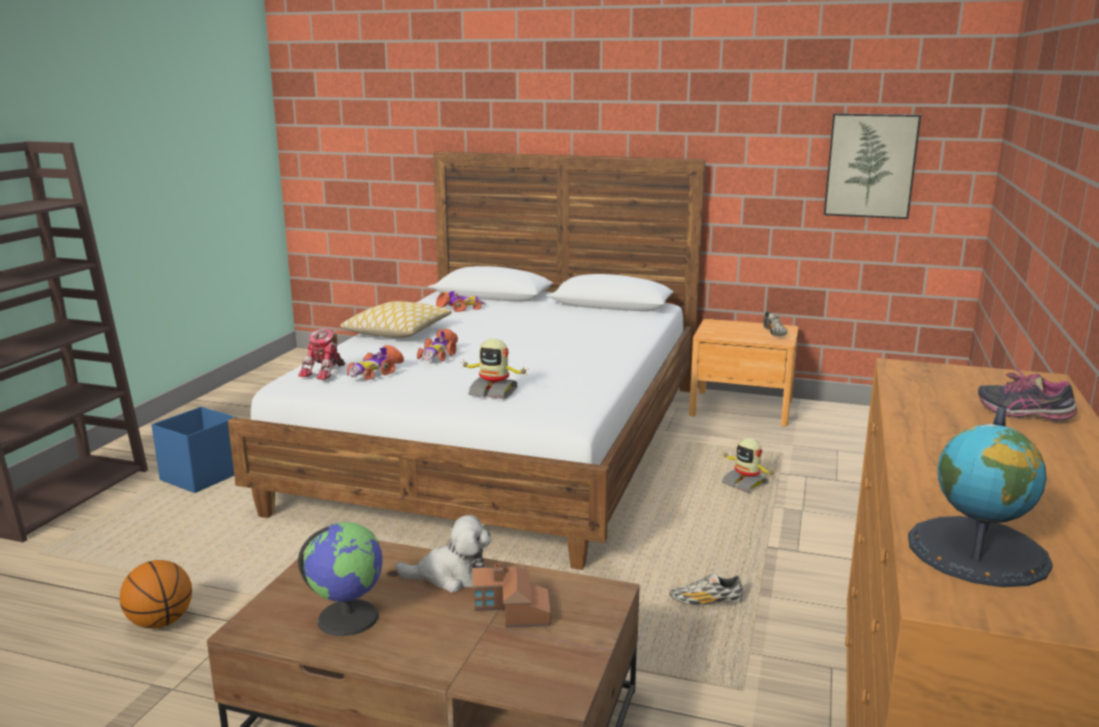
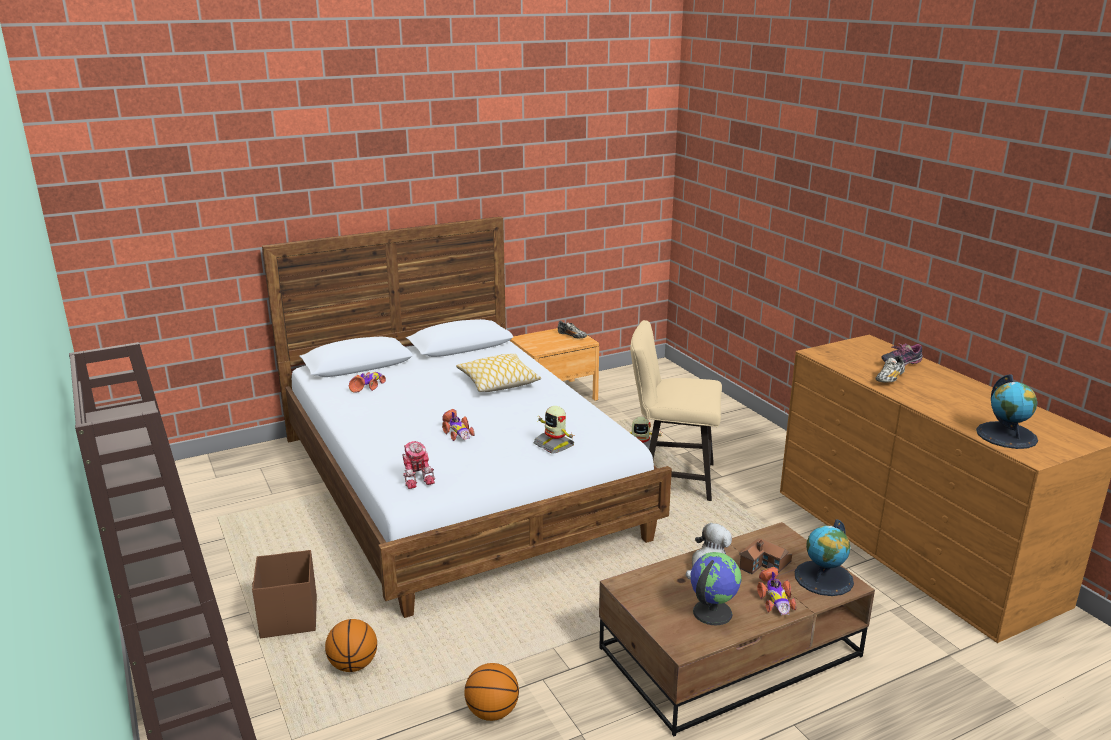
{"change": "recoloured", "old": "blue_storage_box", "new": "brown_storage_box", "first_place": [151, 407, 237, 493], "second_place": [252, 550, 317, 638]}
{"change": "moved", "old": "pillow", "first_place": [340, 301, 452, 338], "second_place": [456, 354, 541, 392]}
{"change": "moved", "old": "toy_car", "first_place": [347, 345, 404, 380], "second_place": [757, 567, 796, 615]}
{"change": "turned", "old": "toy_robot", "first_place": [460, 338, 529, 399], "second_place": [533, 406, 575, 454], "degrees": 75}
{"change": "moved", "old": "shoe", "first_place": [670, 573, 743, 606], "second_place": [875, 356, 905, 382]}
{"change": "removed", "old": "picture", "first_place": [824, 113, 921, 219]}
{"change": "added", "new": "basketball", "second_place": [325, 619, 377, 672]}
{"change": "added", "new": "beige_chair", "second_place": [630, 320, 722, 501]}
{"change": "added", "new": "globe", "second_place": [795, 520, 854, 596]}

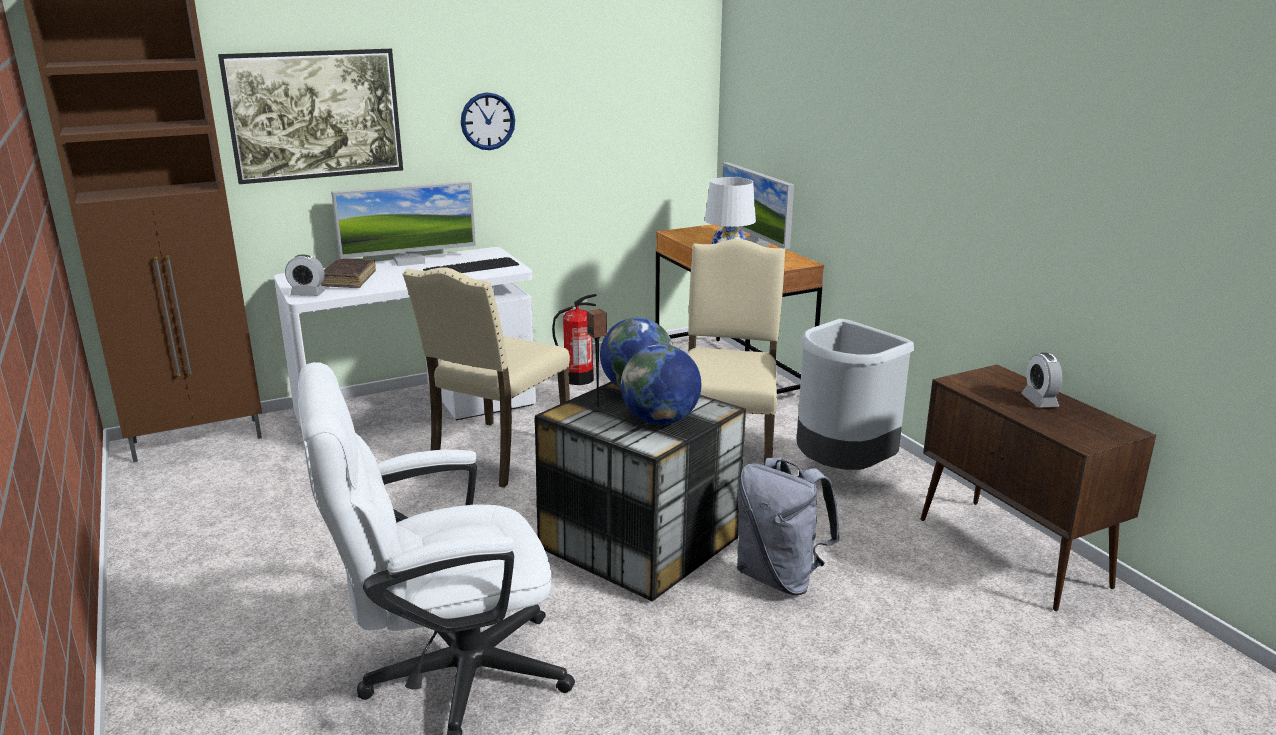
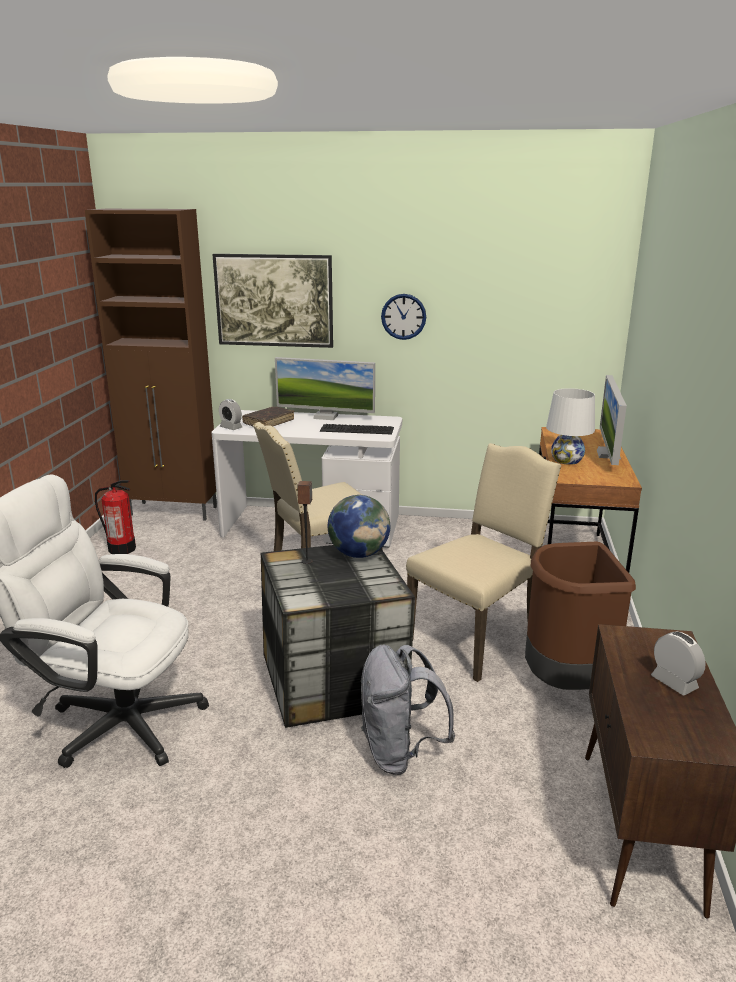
{"change": "moved", "old": "fire_extinguisher", "first_place": [552, 294, 596, 385], "second_place": [95, 480, 136, 554]}
{"change": "removed", "old": "globe", "first_place": [621, 344, 701, 425]}
{"change": "recoloured", "old": "grey_trash_can", "new": "brown_trash_can", "first_place": [797, 319, 914, 470], "second_place": [525, 542, 636, 690]}
{"change": "turned", "old": "alarm_clock", "first_place": [1021, 353, 1062, 408], "second_place": [651, 632, 706, 695], "degrees": 120}

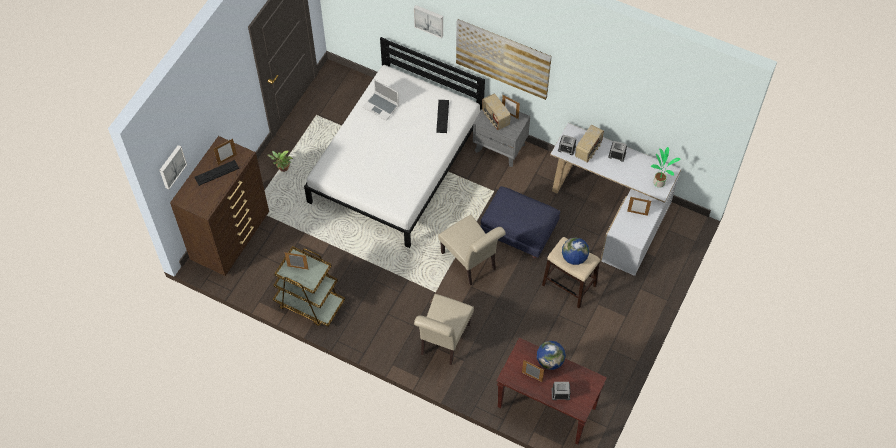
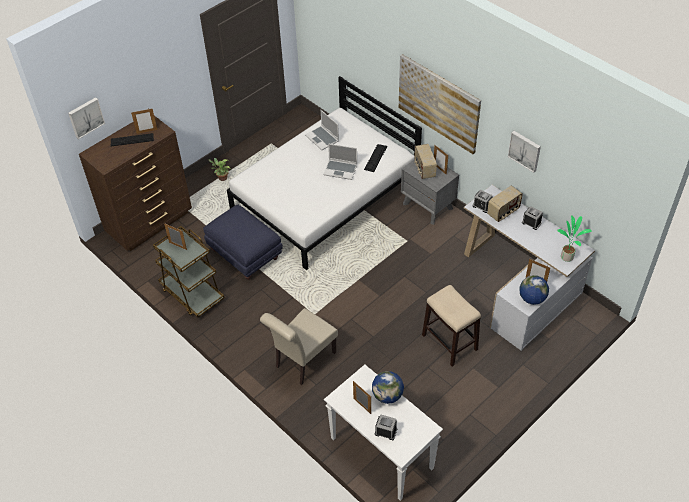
{"change": "moved", "old": "picture", "first_place": [414, 5, 443, 38], "second_place": [508, 131, 541, 173]}
{"change": "removed", "old": "beige_chair", "first_place": [438, 215, 506, 286]}
{"change": "moved", "old": "blue_ottoman", "first_place": [480, 186, 560, 259], "second_place": [203, 205, 283, 280]}
{"change": "recoloured", "old": "brown_console_table", "new": "white_console_table", "first_place": [496, 338, 607, 445], "second_place": [324, 365, 443, 501]}
{"change": "moved", "old": "globe", "first_place": [562, 237, 589, 265], "second_place": [519, 275, 549, 305]}
{"change": "added", "new": "laptop", "second_place": [323, 143, 357, 180]}

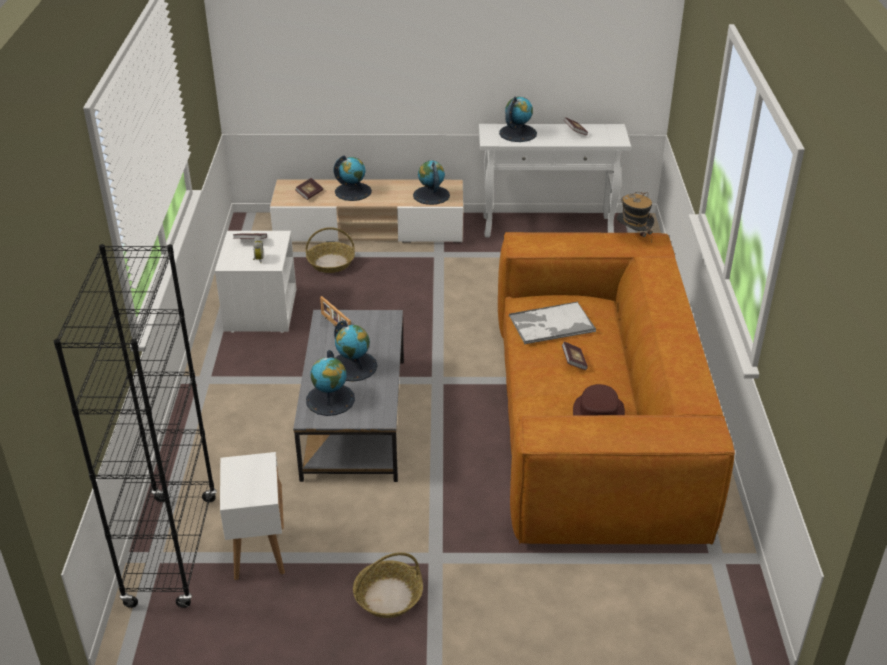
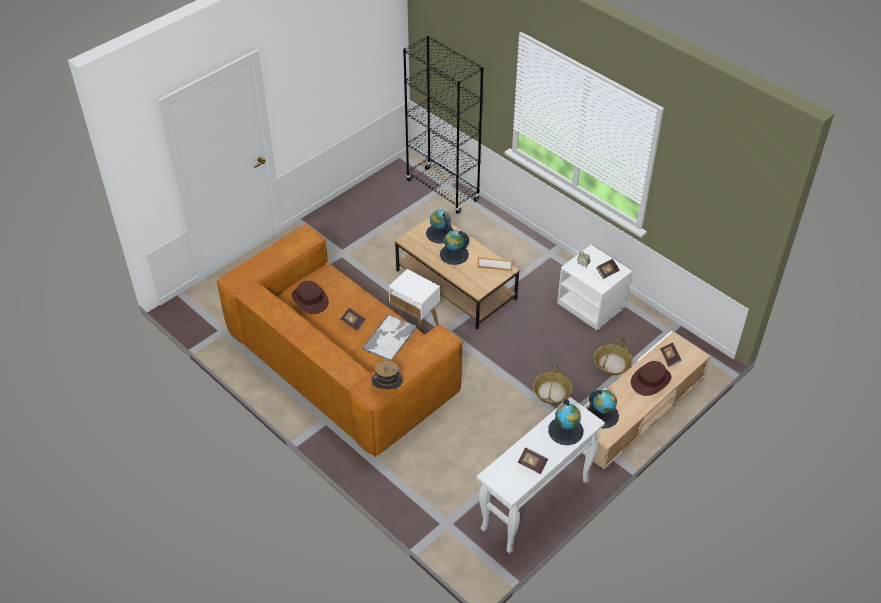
{"change": "moved", "old": "white_side_table", "first_place": [220, 452, 285, 580], "second_place": [388, 269, 440, 334]}
{"change": "recoloured", "old": "grey_coffee_table", "new": "brown_coffee_table", "first_place": [293, 310, 404, 482], "second_place": [395, 217, 520, 330]}
{"change": "replaced", "old": "globe", "new": "brown_hat", "first_place": [334, 155, 372, 201], "second_place": [631, 361, 671, 396]}
{"change": "moved", "old": "basket", "first_place": [353, 552, 423, 618], "second_place": [533, 364, 572, 404]}

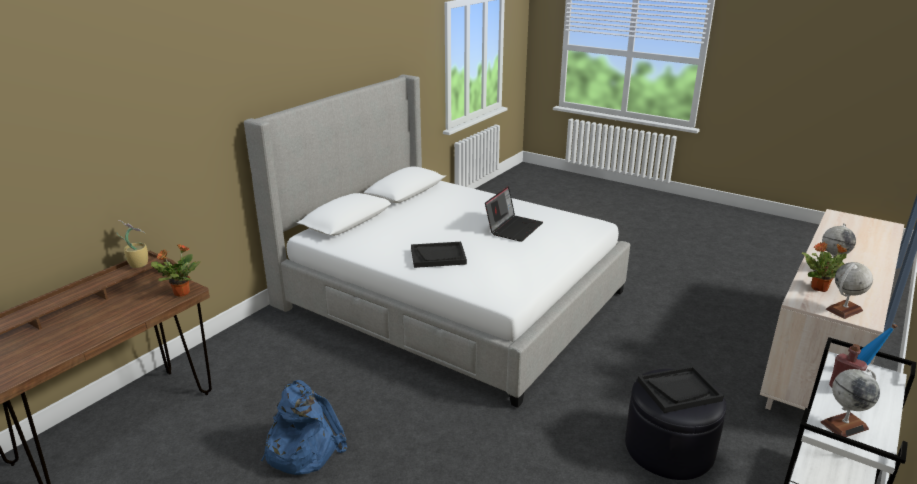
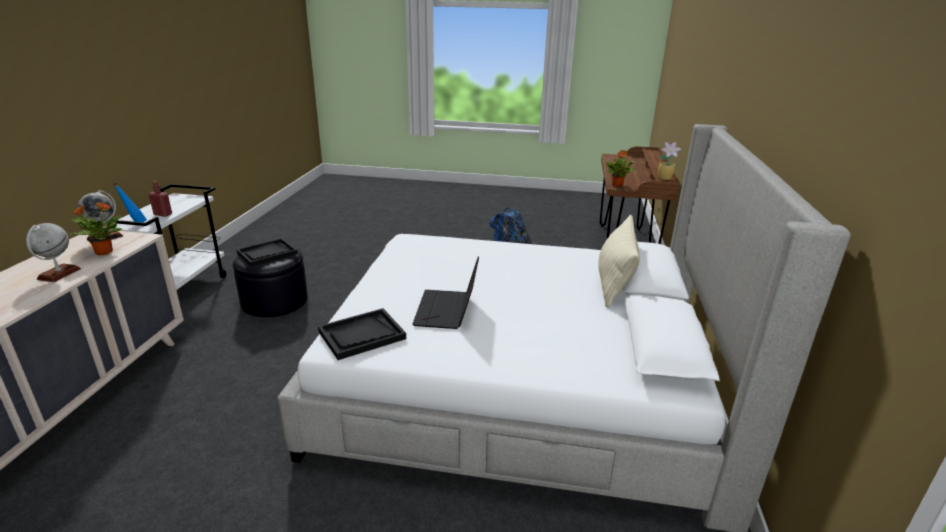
{"change": "moved", "old": "black_tray", "first_place": [411, 242, 467, 268], "second_place": [318, 308, 406, 360]}
{"change": "removed", "old": "globe", "first_place": [821, 369, 880, 437]}
{"change": "added", "new": "beige_pillow", "second_place": [598, 215, 640, 308]}

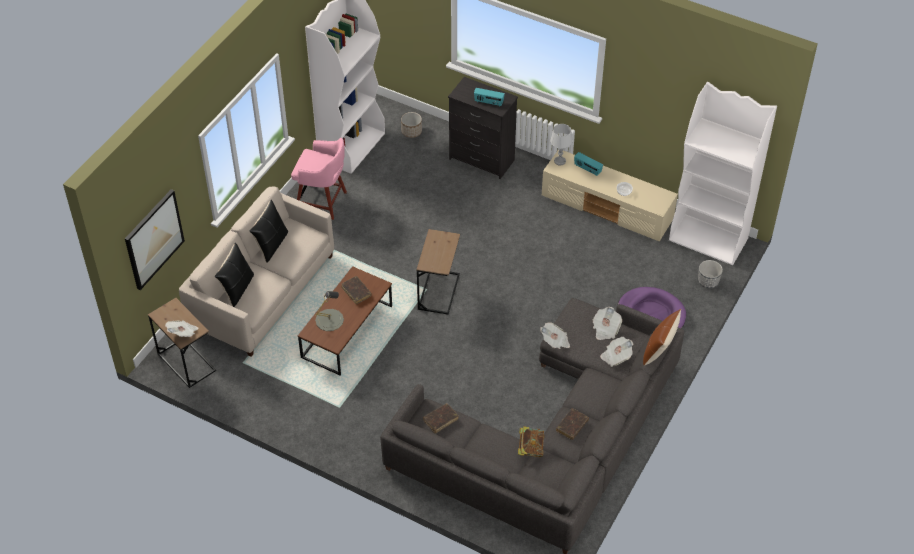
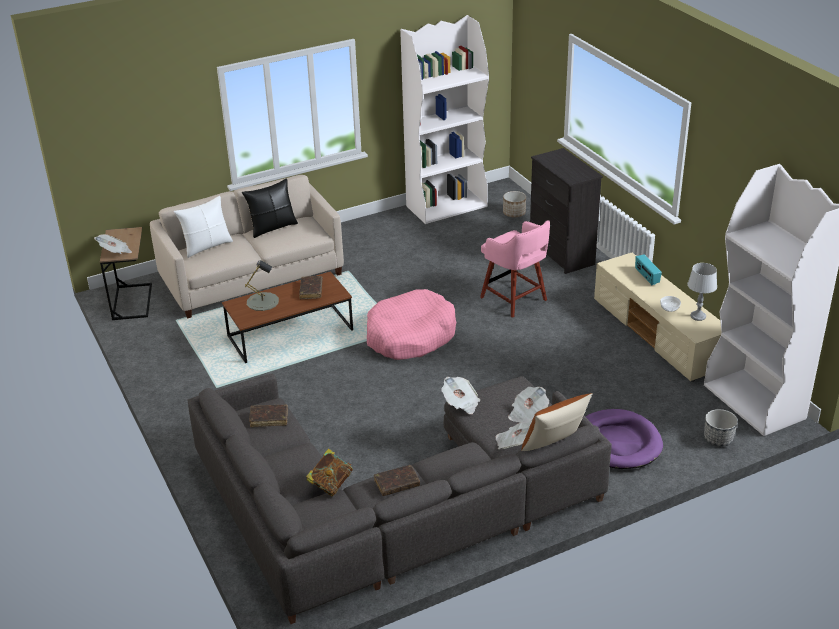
{"change": "removed", "old": "picture", "first_place": [125, 189, 185, 290]}
{"change": "recoloured", "old": "black_pillow", "new": "white_pillow", "first_place": [215, 243, 254, 307], "second_place": [174, 196, 233, 258]}
{"change": "moved", "old": "pink_stool", "first_place": [291, 138, 347, 220], "second_place": [480, 220, 550, 318]}
{"change": "replaced", "old": "brown_side_table", "new": "pink_dog_bed", "first_place": [416, 229, 460, 315], "second_place": [367, 289, 456, 360]}
{"change": "removed", "old": "radio", "first_place": [474, 88, 505, 106]}
{"change": "moved", "old": "grey_table_lamp", "first_place": [550, 124, 573, 166], "second_place": [688, 263, 717, 321]}

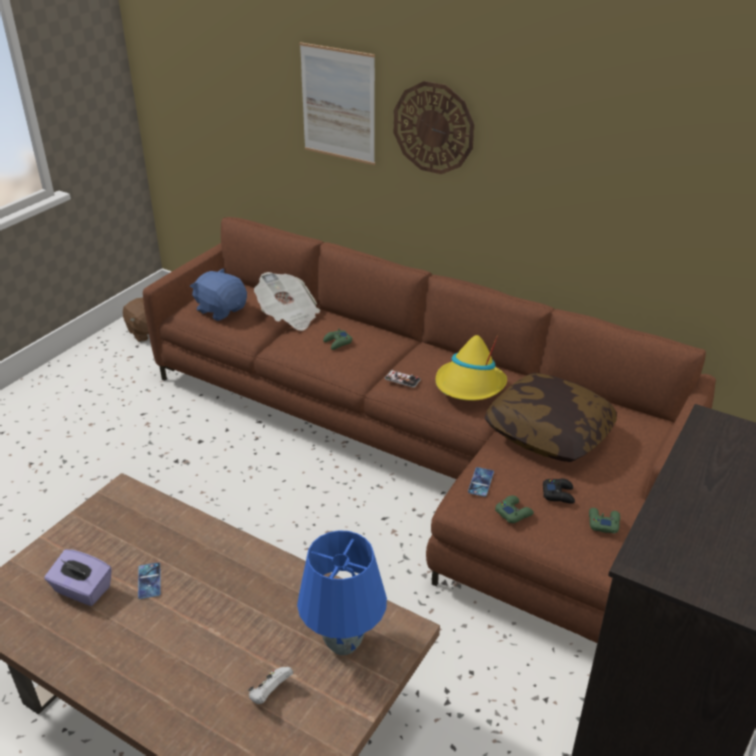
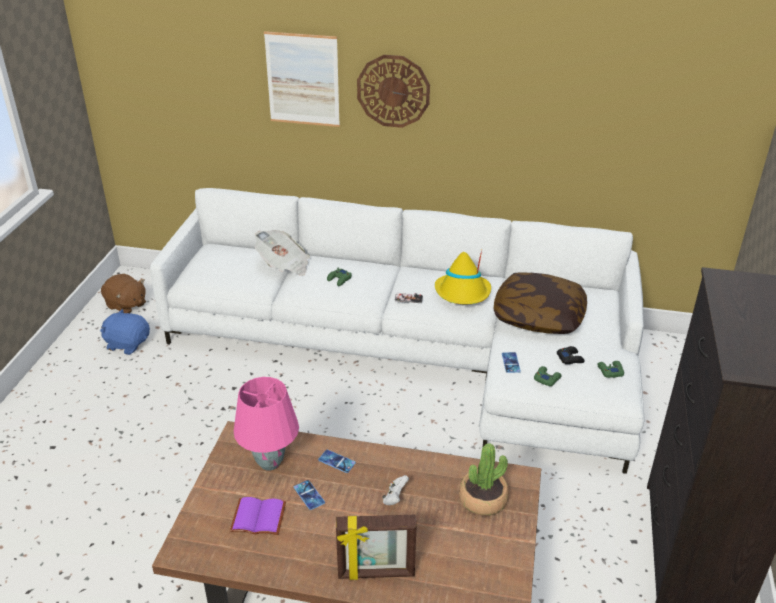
{"change": "replaced", "old": "purple_tissue_box", "new": "purple_book", "first_place": [44, 549, 112, 606], "second_place": [230, 497, 286, 535]}
{"change": "recoloured", "old": "brown_sofa", "new": "white_sofa", "first_place": [143, 217, 716, 643], "second_place": [150, 188, 645, 474]}
{"change": "moved", "old": "blue_plush_toy", "first_place": [190, 268, 247, 321], "second_place": [100, 309, 150, 355]}
{"change": "moved", "old": "white_game_controller", "first_place": [248, 667, 293, 704], "second_place": [382, 475, 409, 505]}
{"change": "replaced", "old": "blue_table_lamp", "new": "potted_plant", "first_place": [297, 530, 387, 655], "second_place": [459, 443, 509, 516]}
{"change": "added", "new": "pink_table_lamp", "second_place": [234, 377, 299, 471]}
{"change": "added", "new": "phone", "second_place": [318, 450, 356, 473]}
{"change": "added", "new": "picture_frame", "second_place": [336, 515, 417, 580]}

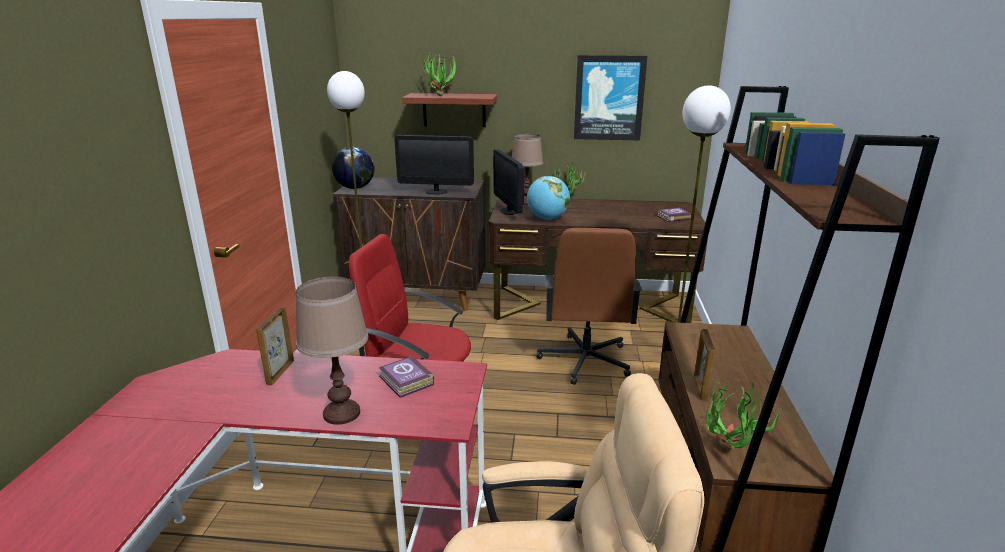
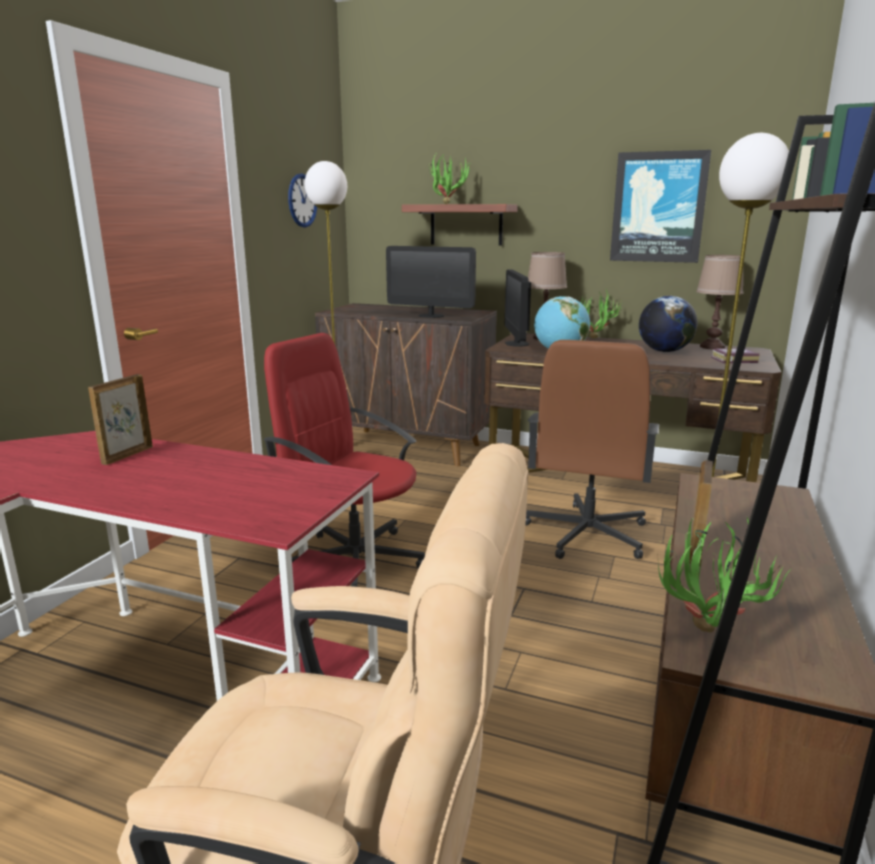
{"change": "moved", "old": "brown_table_lamp", "first_place": [296, 277, 368, 425], "second_place": [696, 255, 743, 349]}
{"change": "moved", "old": "globe", "first_place": [332, 147, 375, 189], "second_place": [639, 296, 698, 352]}
{"change": "removed", "old": "book", "first_place": [379, 356, 434, 398]}
{"change": "added", "new": "wall_clock", "second_place": [288, 174, 317, 227]}

